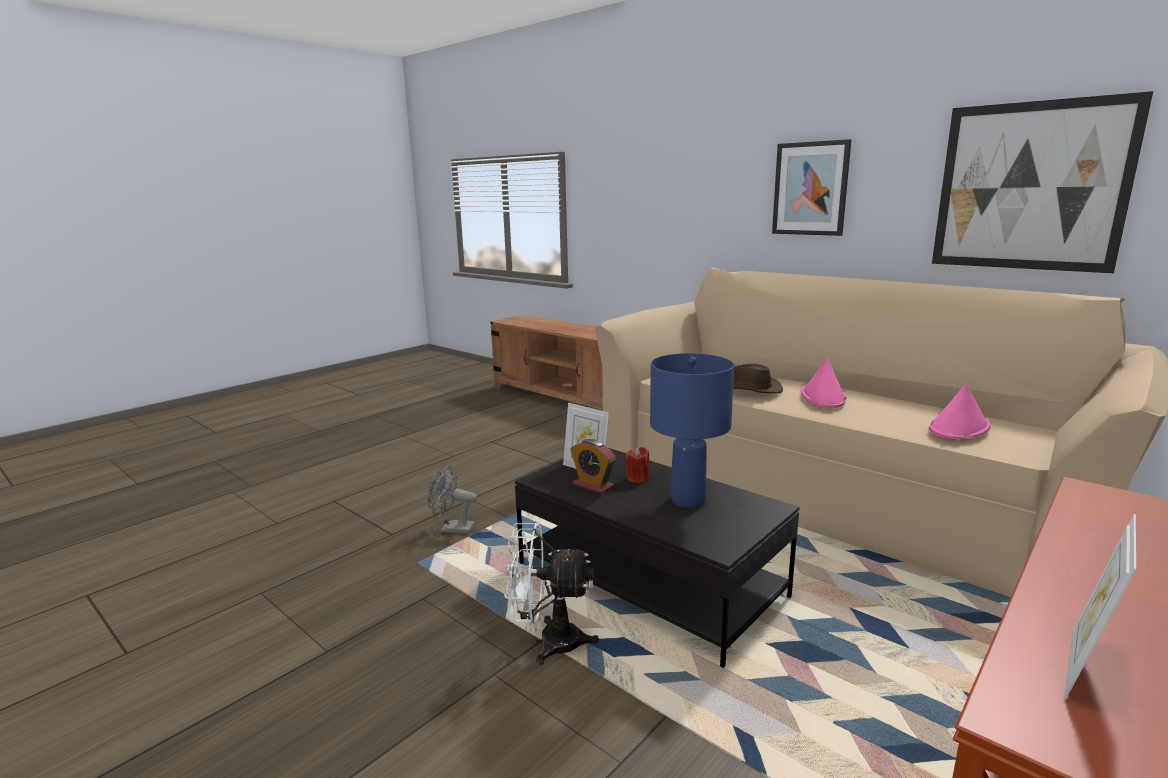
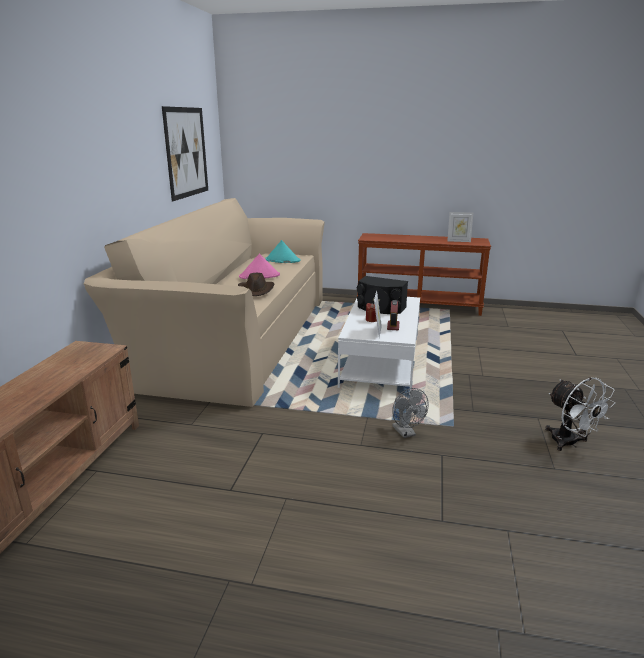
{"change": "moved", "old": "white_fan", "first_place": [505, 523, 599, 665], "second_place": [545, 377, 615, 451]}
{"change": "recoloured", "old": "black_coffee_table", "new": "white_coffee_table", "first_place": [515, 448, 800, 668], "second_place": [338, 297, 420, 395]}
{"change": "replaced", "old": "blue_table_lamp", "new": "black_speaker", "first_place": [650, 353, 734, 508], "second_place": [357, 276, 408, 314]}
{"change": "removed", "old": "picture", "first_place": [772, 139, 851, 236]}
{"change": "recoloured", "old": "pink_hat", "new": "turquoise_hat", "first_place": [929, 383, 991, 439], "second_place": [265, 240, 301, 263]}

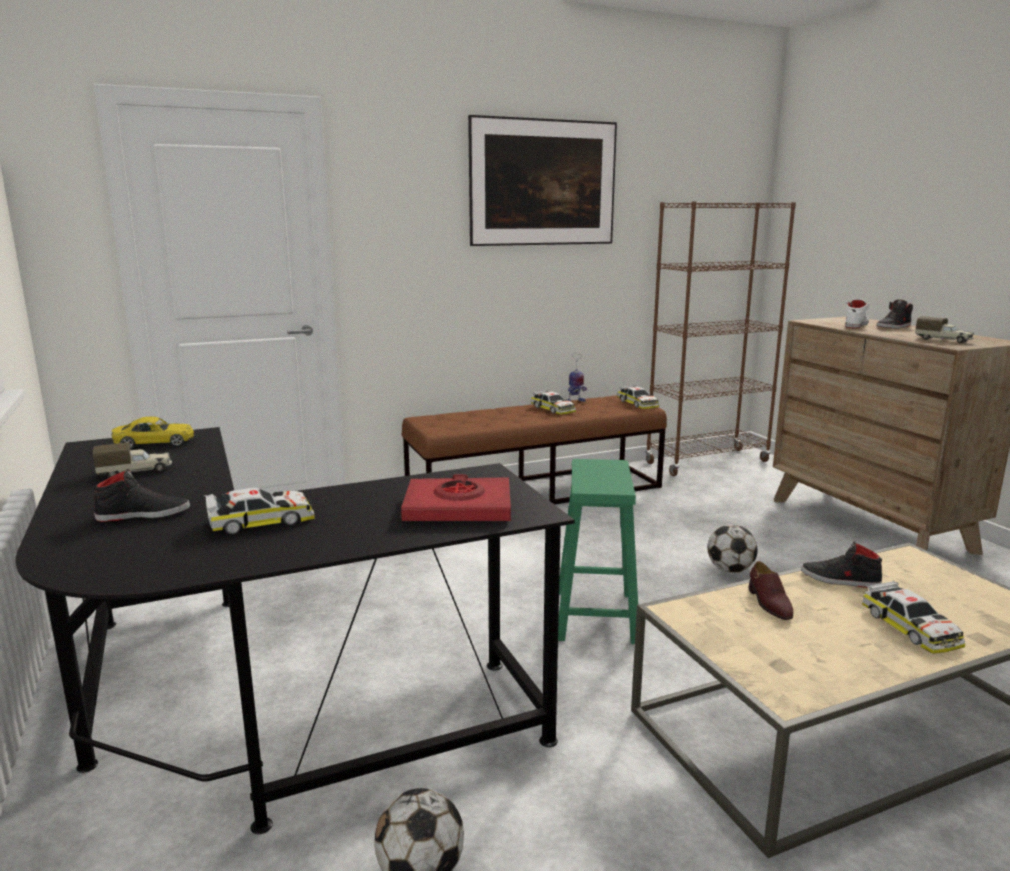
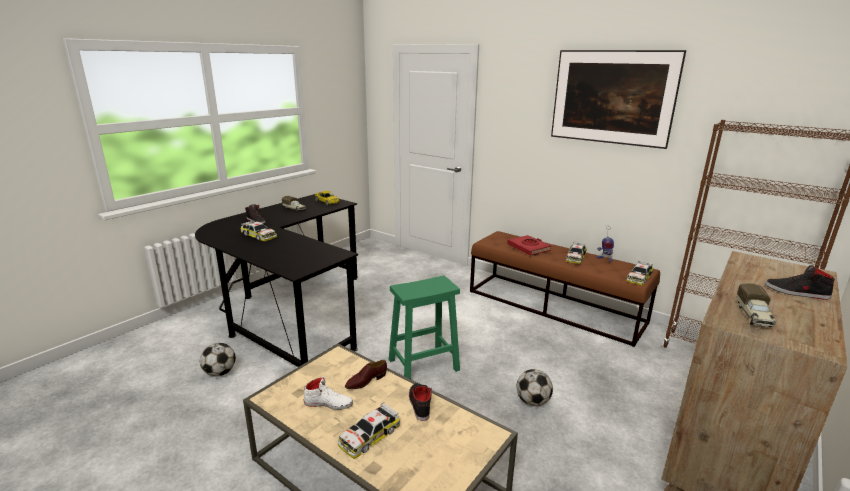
{"change": "moved", "old": "red_book", "first_place": [401, 474, 511, 521], "second_place": [507, 235, 552, 255]}
{"change": "moved", "old": "white_shoe", "first_place": [845, 299, 870, 328], "second_place": [304, 376, 353, 410]}

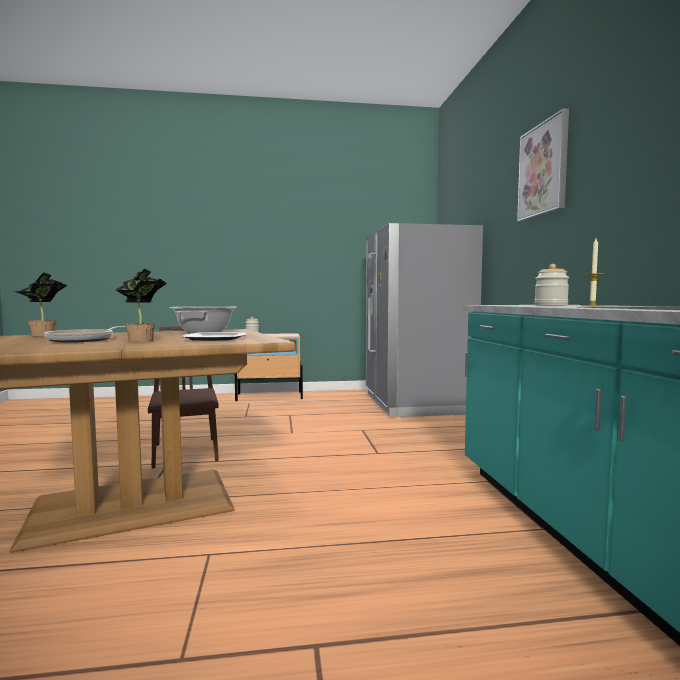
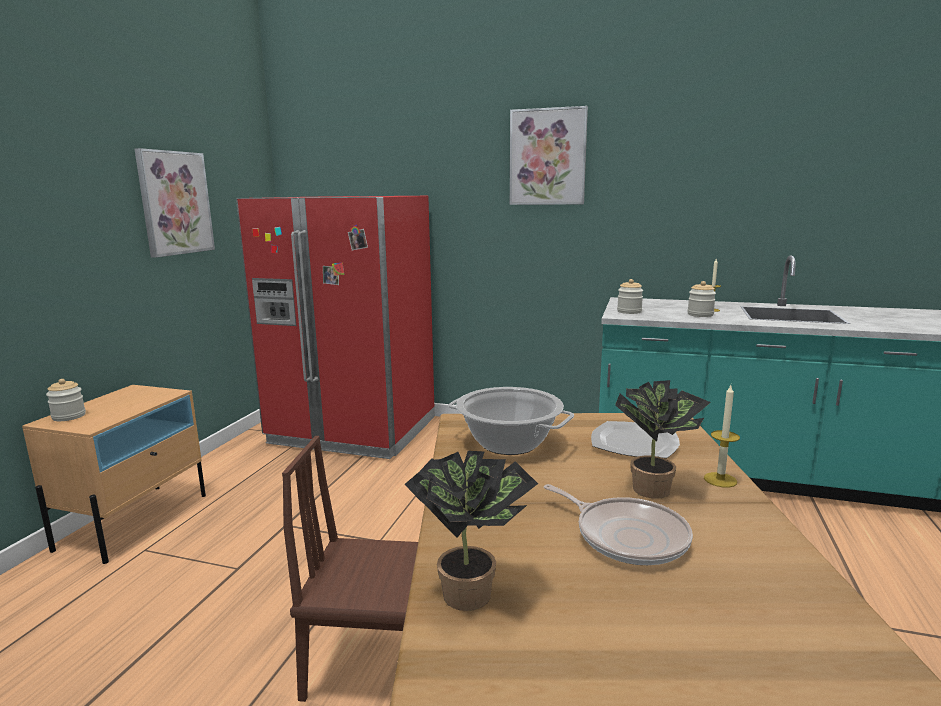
{"change": "recoloured", "old": "grey_fridge", "new": "red_fridge", "first_place": [366, 223, 483, 417], "second_place": [236, 196, 435, 459]}
{"change": "added", "new": "picture", "second_place": [134, 148, 215, 258]}
{"change": "added", "new": "jar", "second_place": [617, 279, 643, 314]}
{"change": "added", "new": "candle", "second_place": [704, 385, 740, 488]}

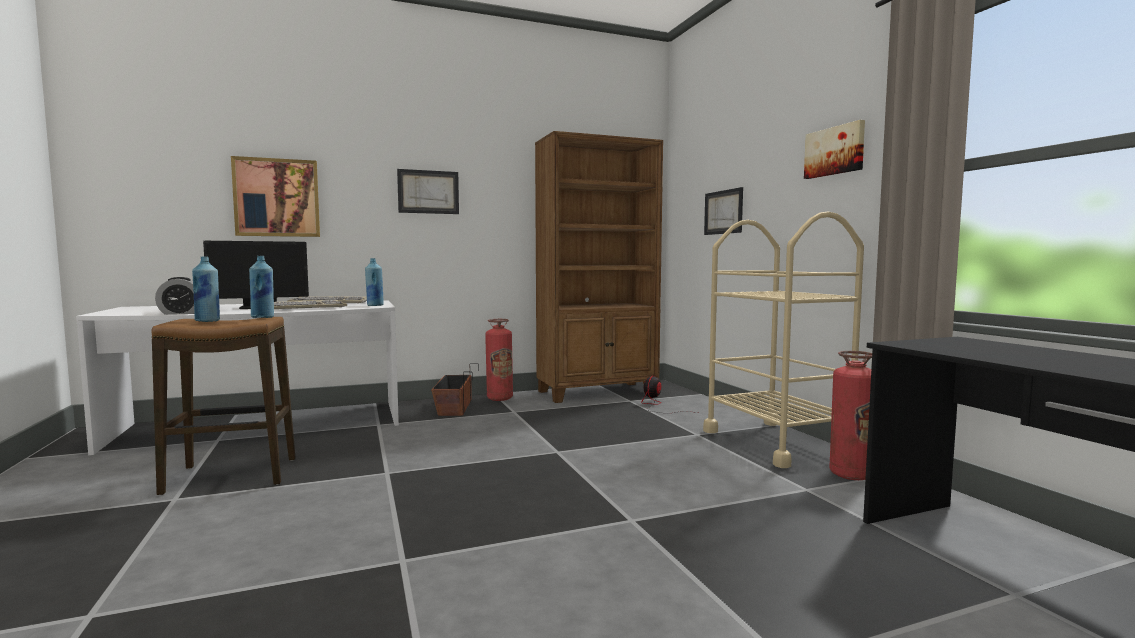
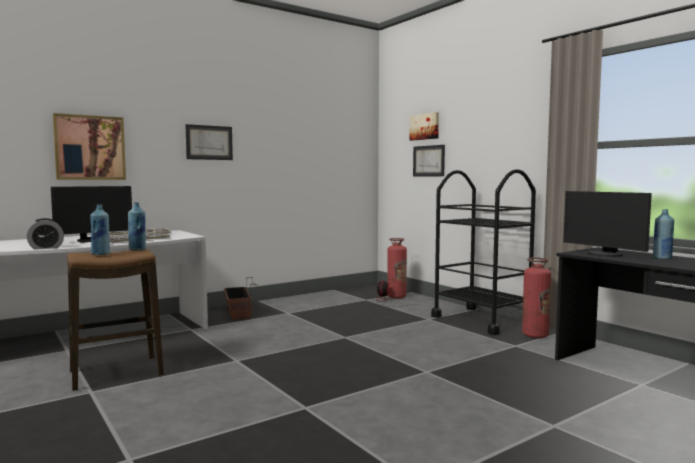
{"change": "moved", "old": "blue_bottle", "first_place": [365, 258, 384, 306], "second_place": [653, 209, 674, 259]}
{"change": "moved", "old": "fire_extinguisher", "first_place": [485, 319, 513, 401], "second_place": [387, 238, 407, 298]}
{"change": "removed", "old": "brown_bookcase", "first_place": [535, 131, 663, 403]}
{"change": "recoloured", "old": "beige_cart", "new": "black_cart", "first_place": [703, 212, 864, 468], "second_place": [431, 169, 536, 335]}
{"change": "moved", "old": "picture", "first_place": [804, 120, 865, 179], "second_place": [409, 112, 439, 141]}
{"change": "added", "new": "monitor", "second_place": [563, 191, 652, 257]}

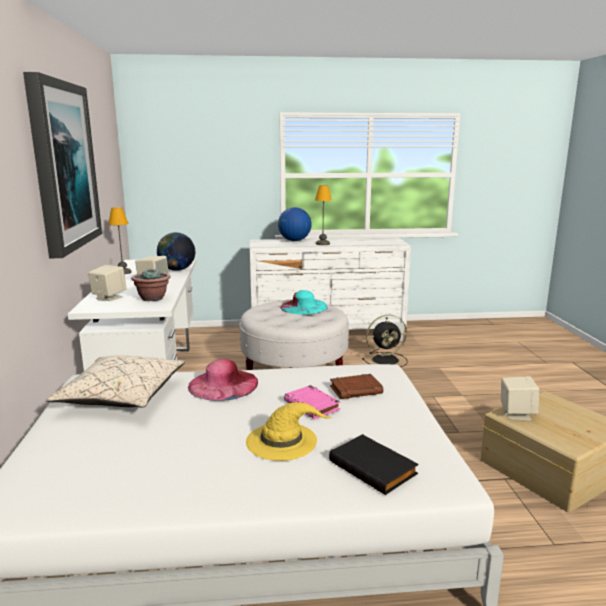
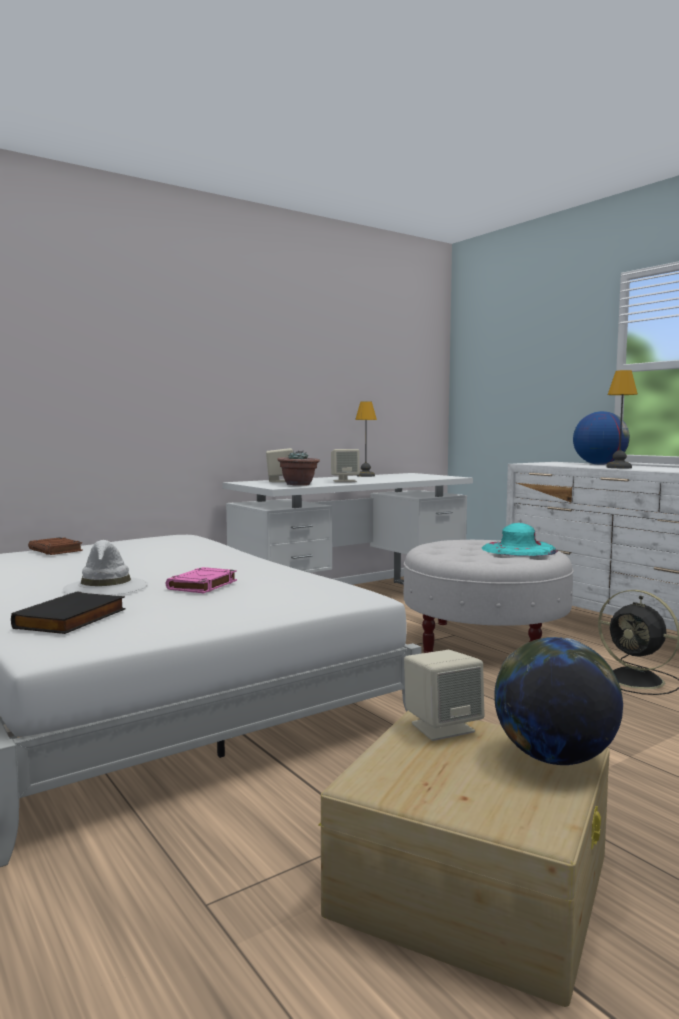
{"change": "removed", "old": "picture", "first_place": [23, 72, 102, 258]}
{"change": "removed", "old": "beige_pillow", "first_place": [46, 355, 185, 408]}
{"change": "moved", "old": "globe", "first_place": [157, 232, 195, 271], "second_place": [494, 637, 623, 765]}
{"change": "removed", "old": "pink_hat", "first_place": [188, 359, 258, 401]}
{"change": "recoloured", "old": "yellow_hat", "new": "white_hat", "first_place": [246, 402, 332, 461], "second_place": [62, 540, 148, 595]}
{"change": "moved", "old": "brown_book", "first_place": [330, 374, 383, 399], "second_place": [28, 537, 83, 555]}

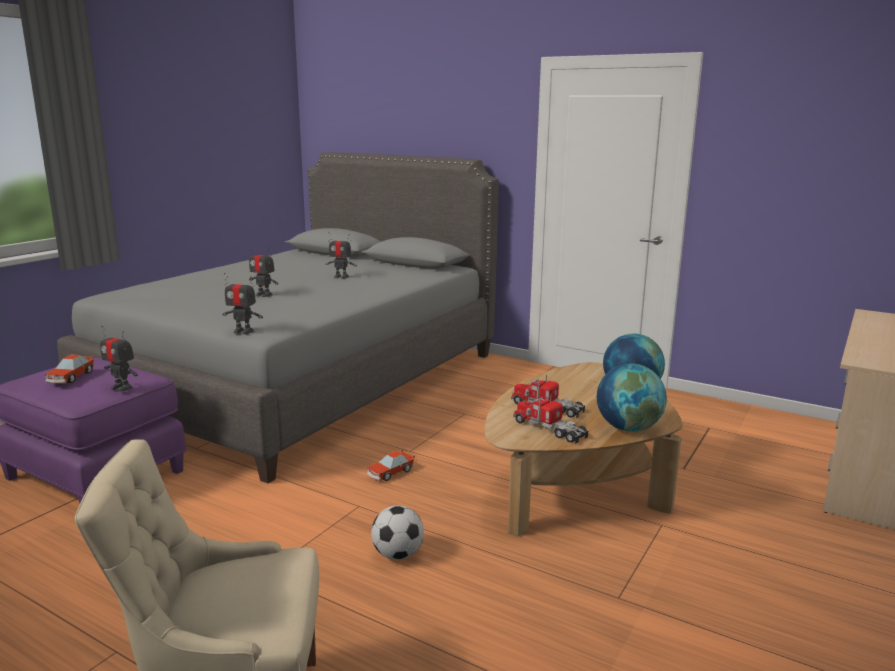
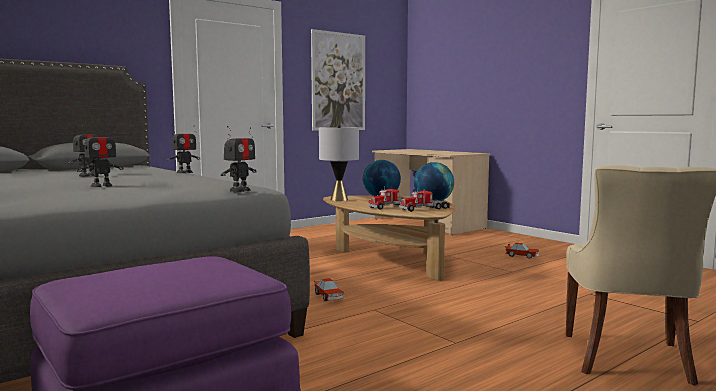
{"change": "moved", "old": "toy_car", "first_place": [45, 354, 94, 383], "second_place": [505, 243, 539, 259]}
{"change": "moved", "old": "toy_robot", "first_place": [100, 326, 138, 392], "second_place": [167, 127, 201, 173]}
{"change": "removed", "old": "football", "first_place": [371, 505, 424, 560]}
{"change": "added", "new": "picture", "second_place": [311, 29, 365, 131]}
{"change": "added", "new": "grey_table_lamp", "second_place": [319, 125, 359, 201]}

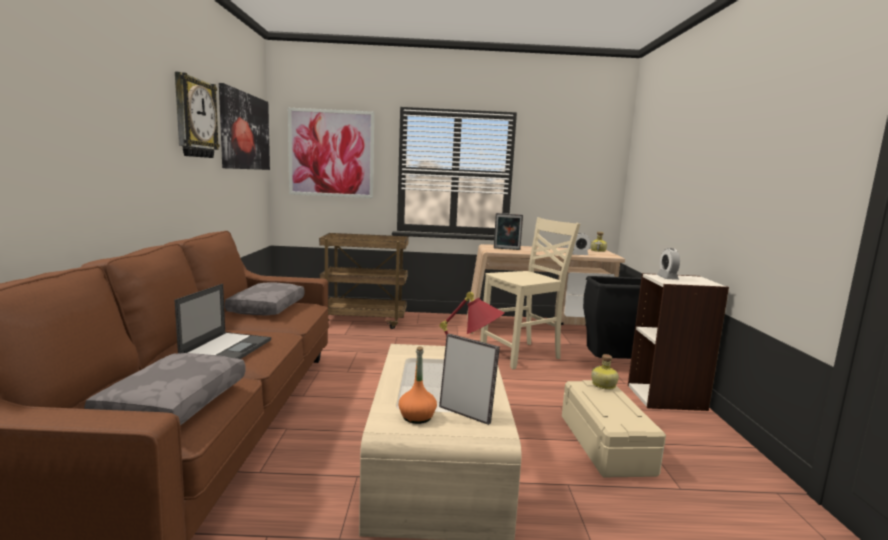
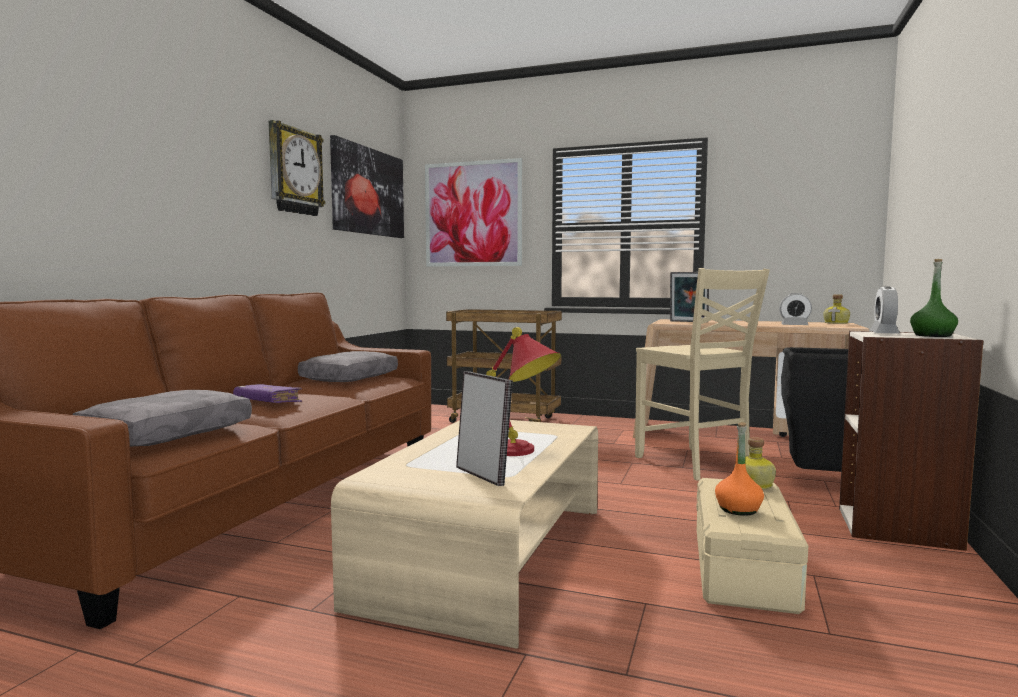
{"change": "replaced", "old": "laptop", "new": "purple_book", "first_place": [175, 284, 271, 359], "second_place": [233, 384, 302, 403]}
{"change": "moved", "old": "orange_bottle", "first_place": [399, 346, 437, 424], "second_place": [715, 422, 764, 516]}
{"change": "turned", "old": "beige_chair", "first_place": [480, 217, 580, 370], "second_place": [635, 268, 770, 481], "degrees": 75}
{"change": "added", "new": "green_bottle", "second_place": [910, 259, 958, 337]}

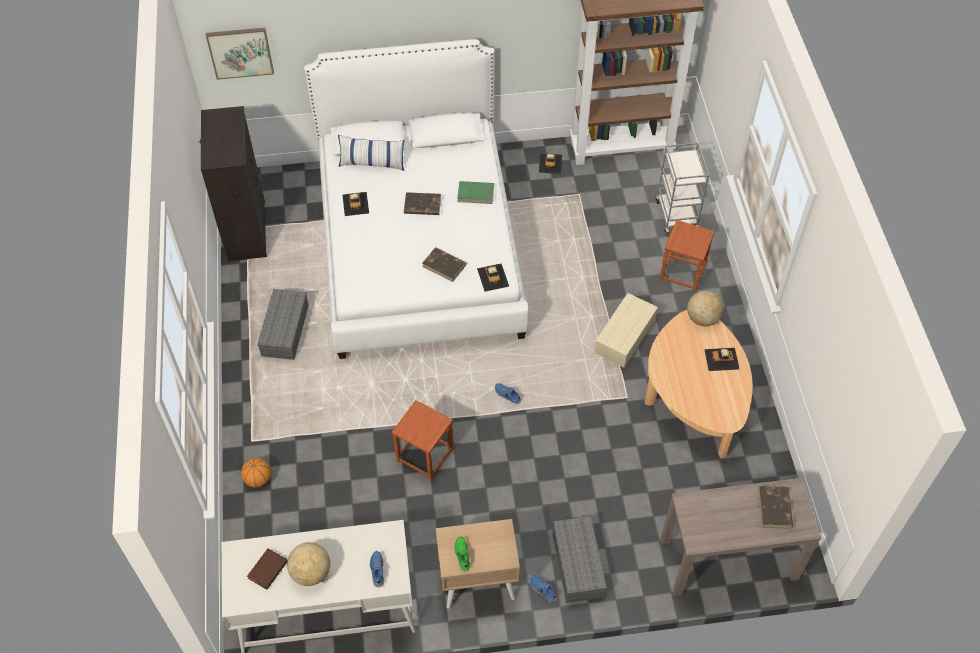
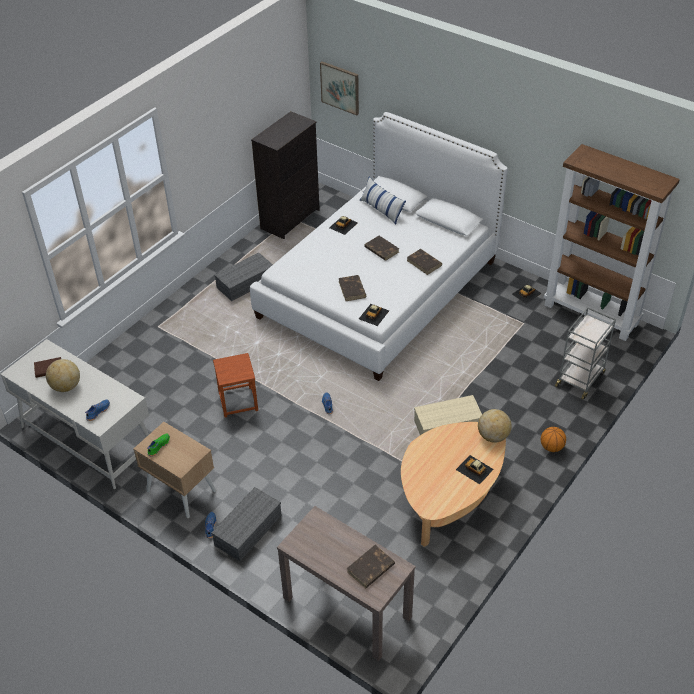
{"change": "moved", "old": "basketball", "first_place": [241, 458, 271, 488], "second_place": [541, 427, 566, 452]}
{"change": "recoloured", "old": "green_book", "new": "brown_book", "first_place": [457, 181, 494, 204], "second_place": [407, 249, 442, 275]}
{"change": "removed", "old": "brown_stool", "first_place": [659, 220, 715, 292]}

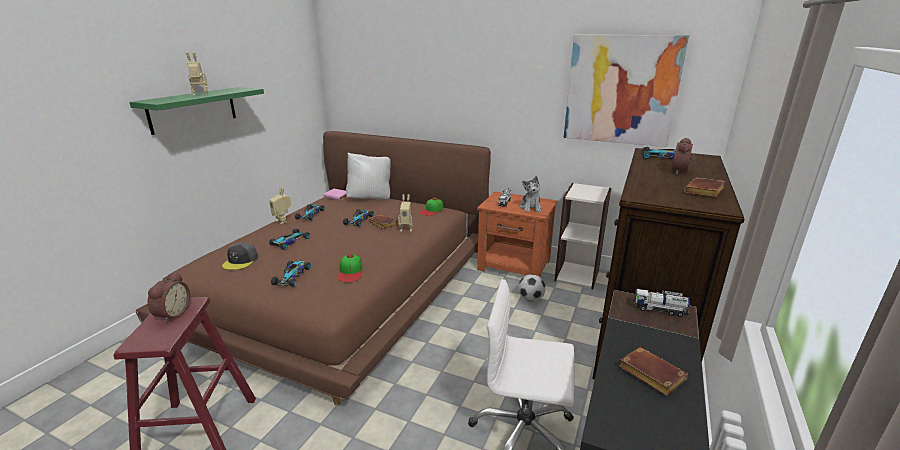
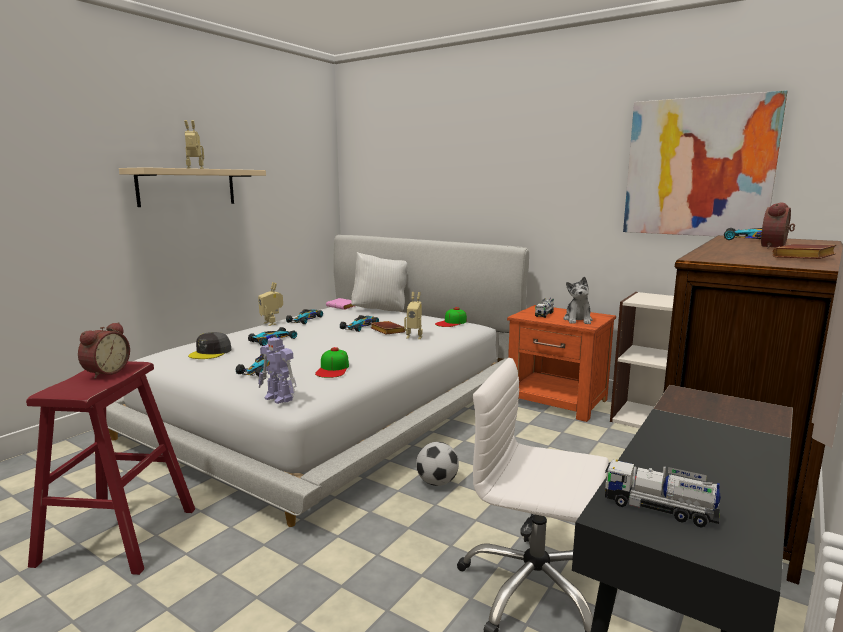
{"change": "recoloured", "old": "green_shelf", "new": "beige_shelf", "first_place": [129, 87, 264, 135], "second_place": [119, 167, 266, 207]}
{"change": "recoloured", "old": "brown_bed", "new": "white_bed", "first_place": [136, 131, 491, 405], "second_place": [106, 235, 529, 527]}
{"change": "moved", "old": "football", "first_place": [518, 274, 546, 301], "second_place": [416, 442, 459, 486]}
{"change": "removed", "old": "brown_book", "first_place": [619, 347, 688, 396]}
{"change": "moved", "old": "toy_truck", "first_place": [634, 289, 690, 317], "second_place": [605, 460, 721, 528]}
{"change": "added", "new": "toy_robot", "second_place": [258, 337, 297, 404]}

